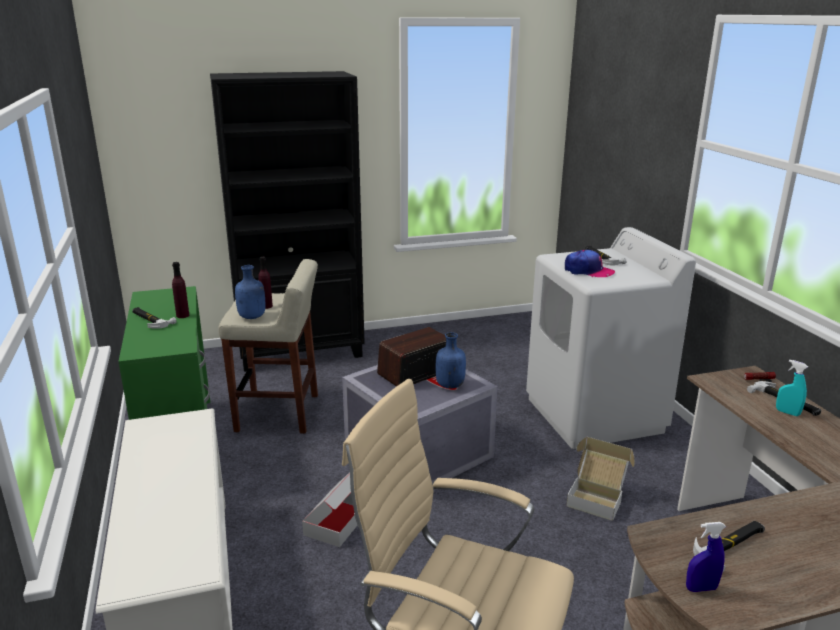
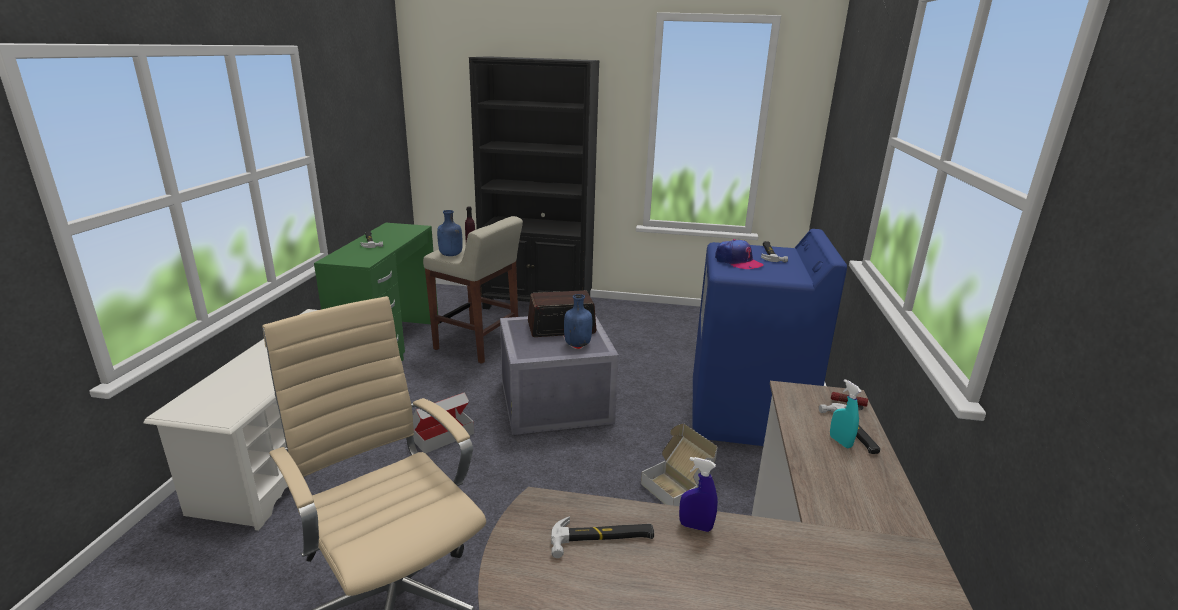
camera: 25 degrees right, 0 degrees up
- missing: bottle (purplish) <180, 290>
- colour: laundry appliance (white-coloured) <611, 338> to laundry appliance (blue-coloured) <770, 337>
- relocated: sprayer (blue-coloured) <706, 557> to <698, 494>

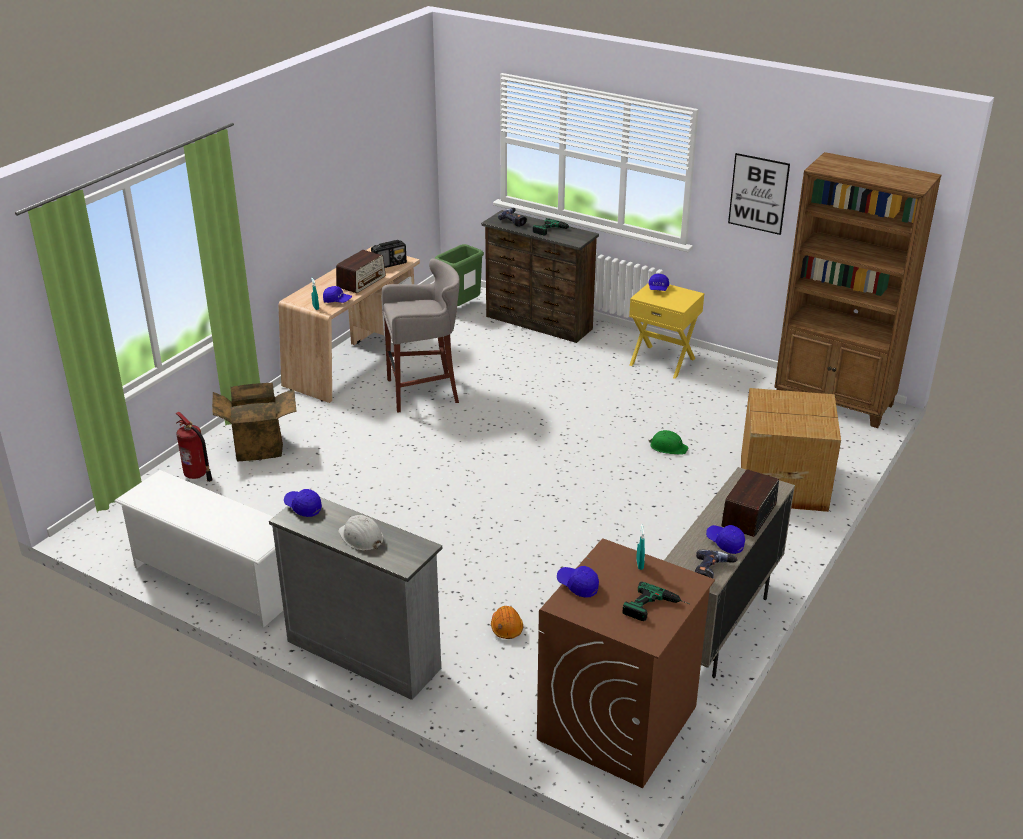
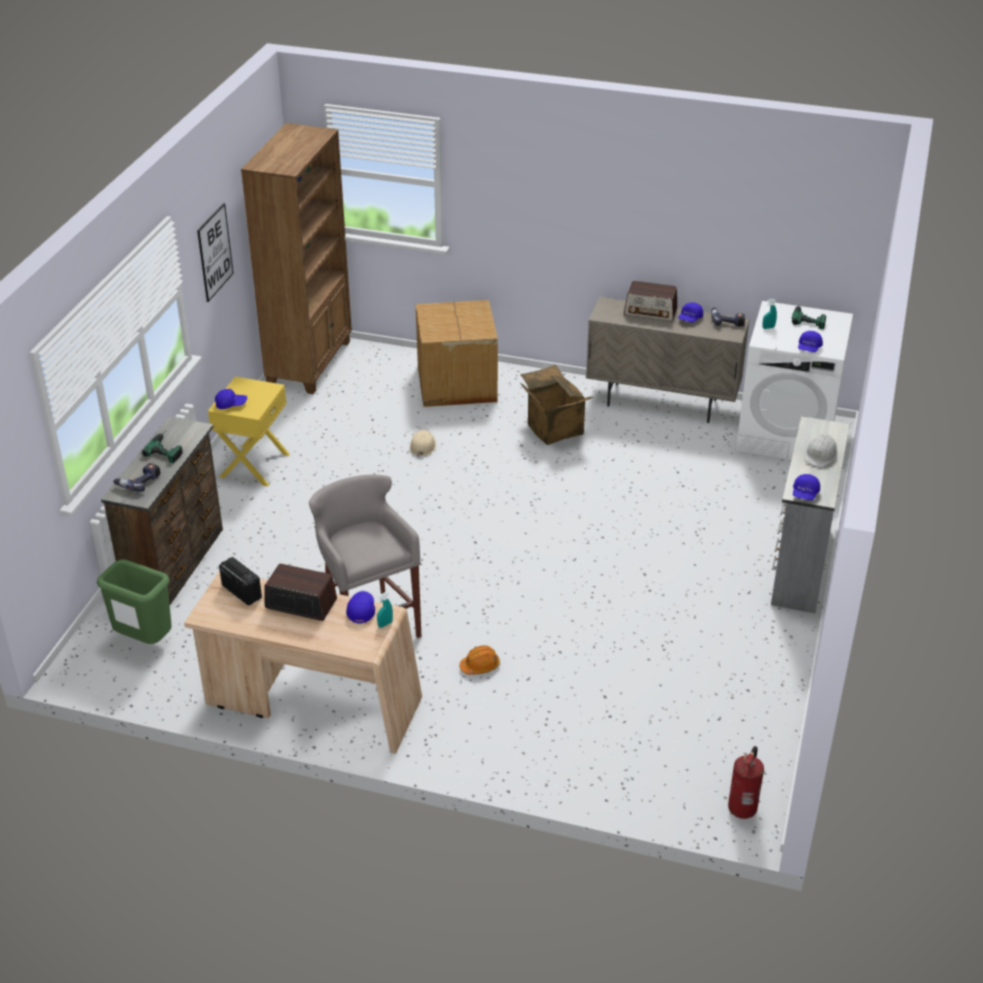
camera: 105 degrees left, 5 degrees up
- missing: shoe shelf (white-coloured) <198, 549>
- relocated: extinguisher <194, 447> to <746, 782>
- relocated: cardboard box <254, 422> to <556, 404>
- relocated: safety helmet (orangey) <507, 622> to <479, 660>
- colour: laundry appliance (brownish) <626, 663> to laundry appliance (white-coloured) <794, 380>
- colour: safety helmet (green-coloured) <668, 442> to safety helmet (sand-coloured) <423, 443>

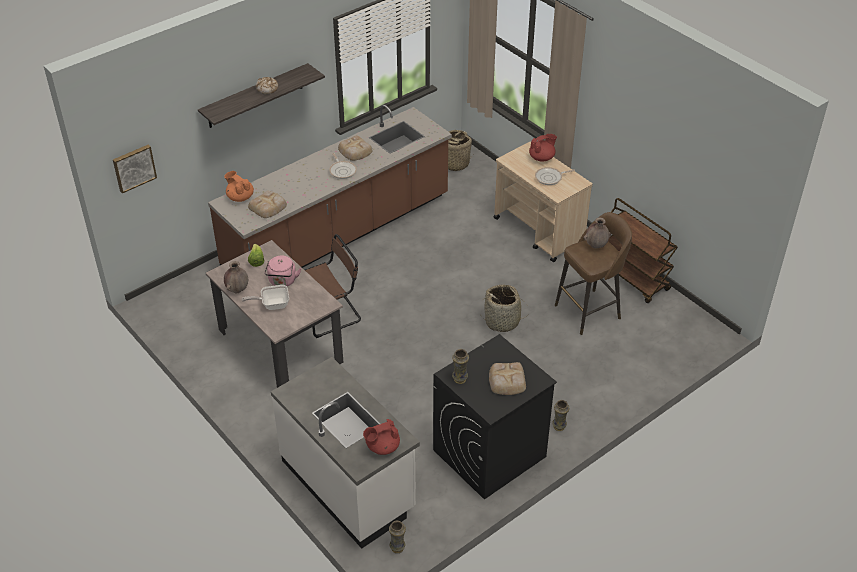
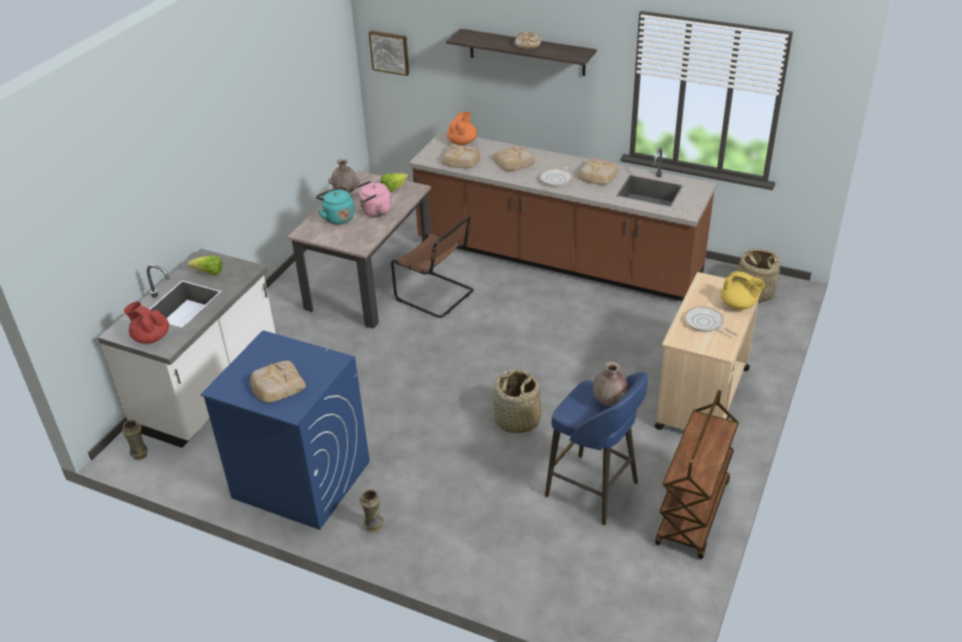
camera: 65 degrees right, 5 degrees down
- exchanged: pan <265, 297> to water kettle (turquoise-coloured) <335, 205>
- colour: laundry appliance (blackish) <495, 417> to laundry appliance (blue-coloured) <285, 430>
- missing: flower vase <460, 366>
- colour: tea pot (red) <543, 148> to tea pot (yellow) <743, 290>
- colour: stool seat (brownish) <593, 273> to stool seat (blue-coloured) <596, 448>
- appeared: head of lettuce <204, 265>
- appeared: bread <514, 158>

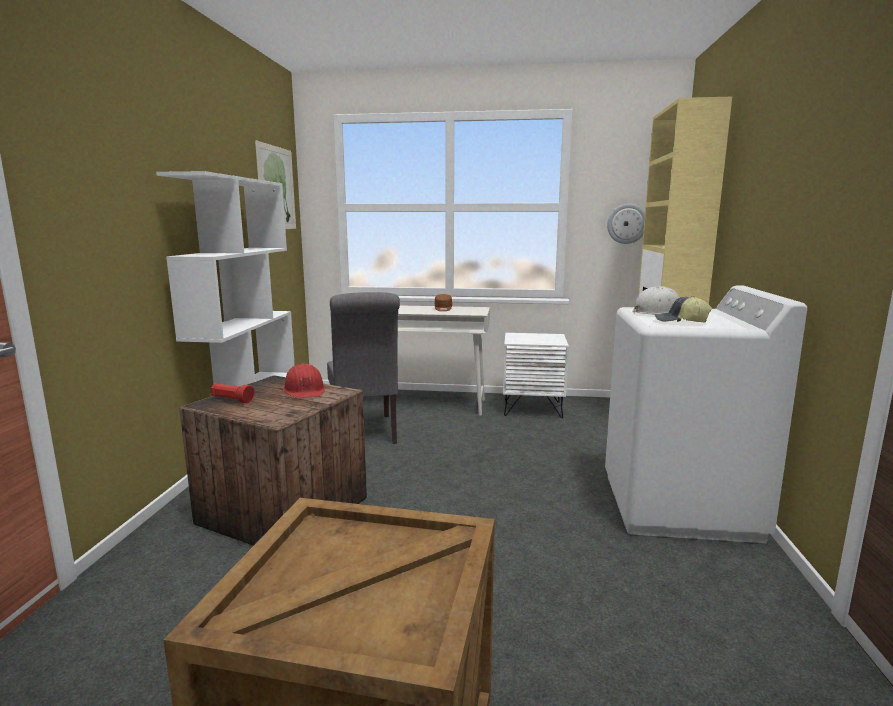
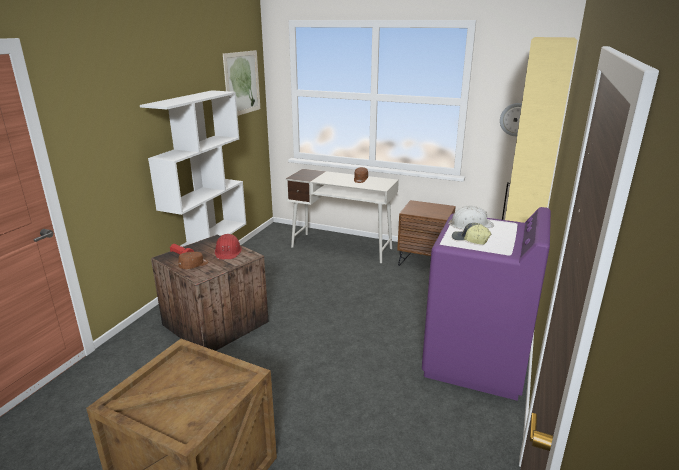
camera: 15 degrees right, 10 degrees up
- missing: upright chair (gray) <363, 368>
- colour: bedside table (white-coloured) <536, 375> to bedside table (brownish) <426, 233>
- colour: laundry appliance (white-coloured) <706, 414> to laundry appliance (purplish) <486, 304>
- appeared: cap (brownish) <193, 260>

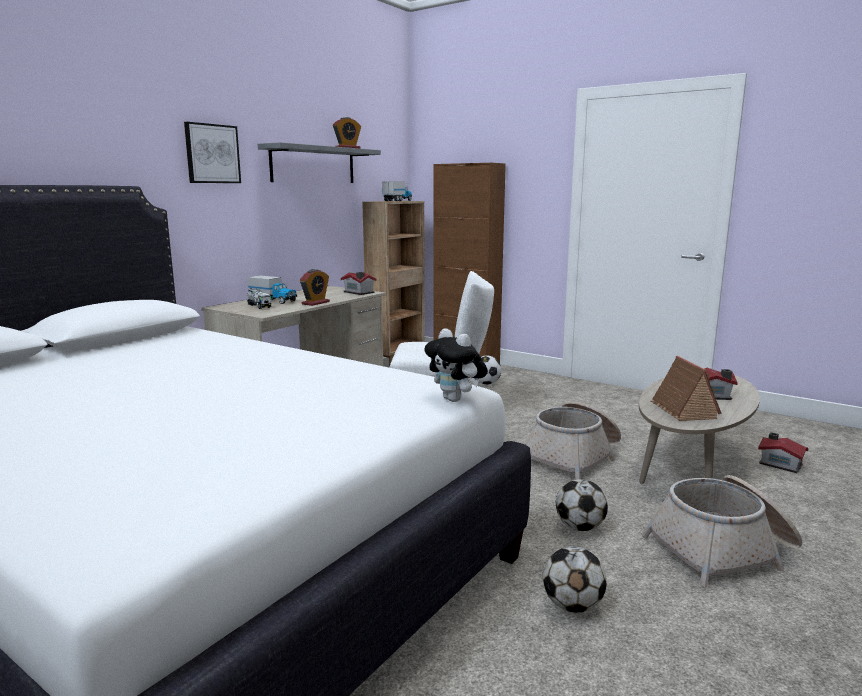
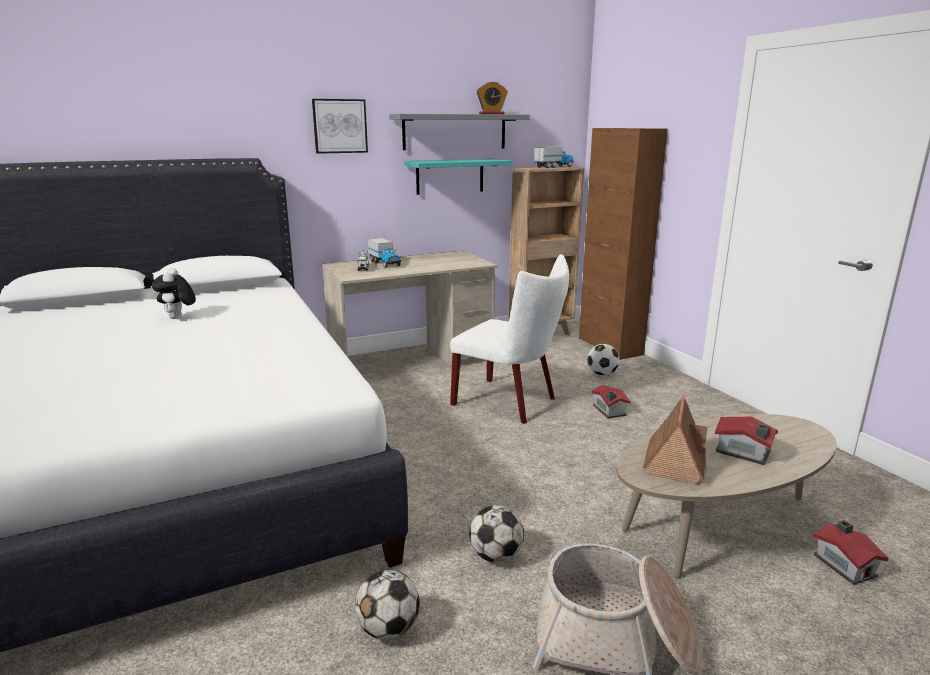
camera: 30 degrees right, 5 degrees up
- missing: table clock <315, 287>
- relocated: toy house <359, 283> to <611, 401>
- relocated: soft toy <456, 365> to <174, 293>
- missing: storage basket <573, 441>
- appeared: shelf (turquoise-coloured) <458, 177>

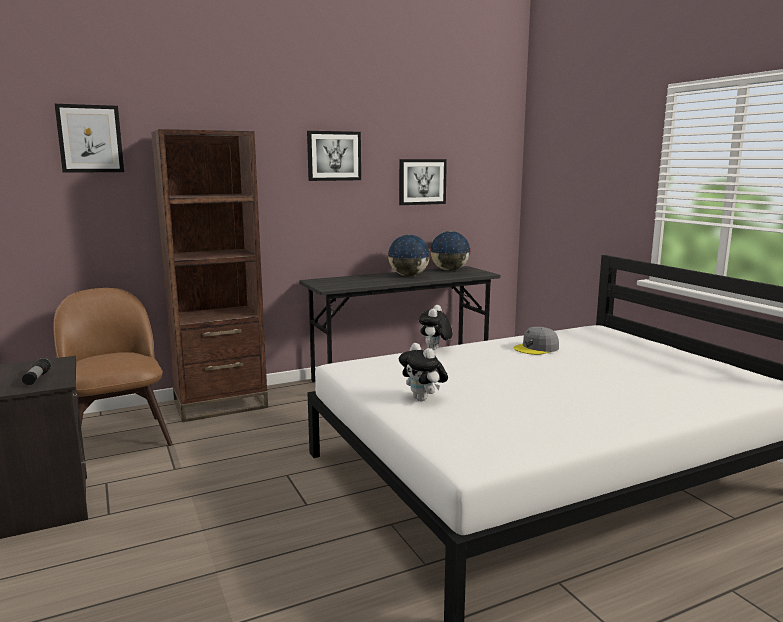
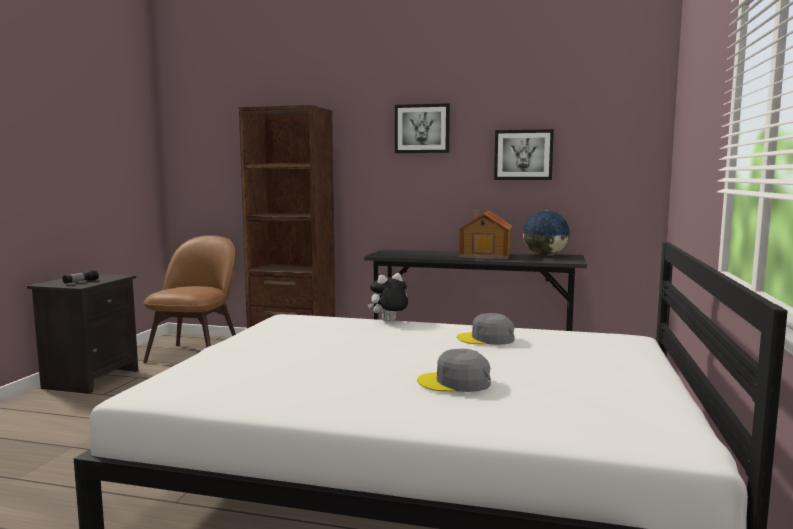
camera: 40 degrees right, 5 degrees down
- missing: picture <89, 138>
- exchanged: globe <409, 256> to toy house <485, 234>
- missing: soft toy <423, 372>
- appeared: cap (gray) <454, 370>

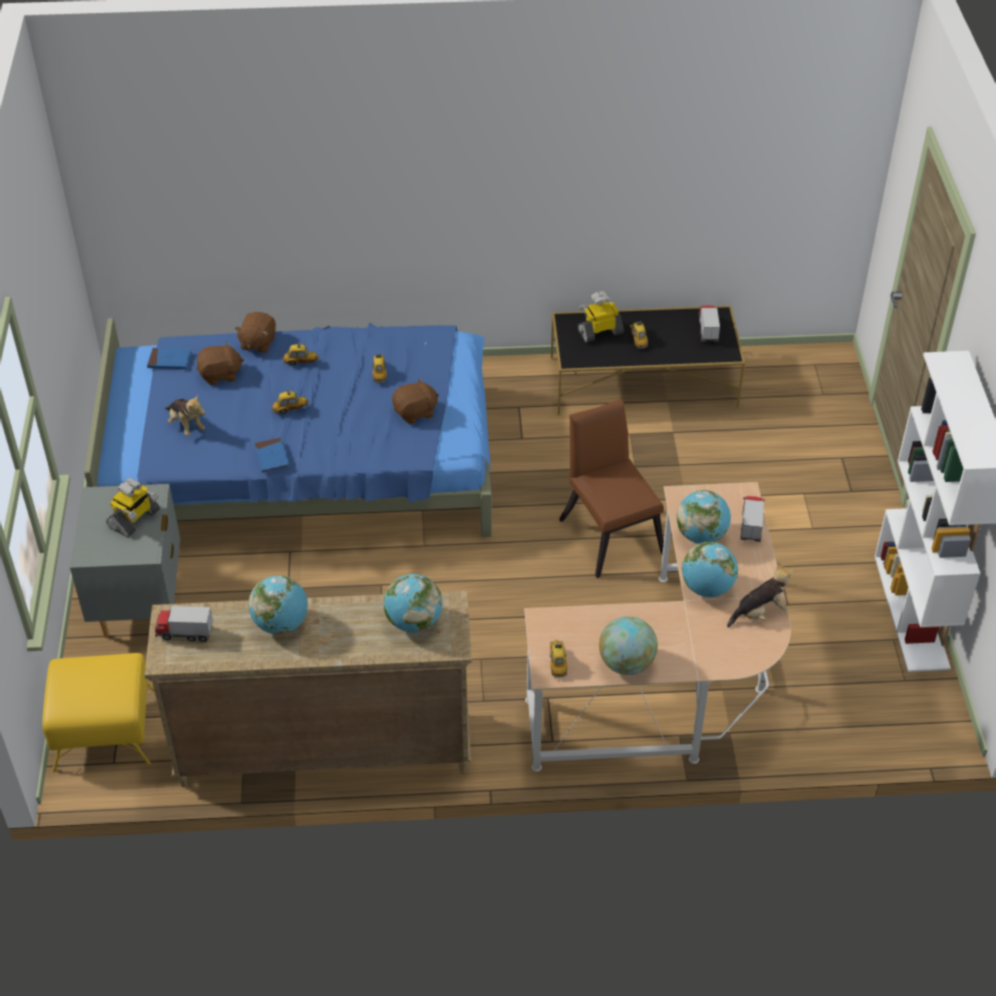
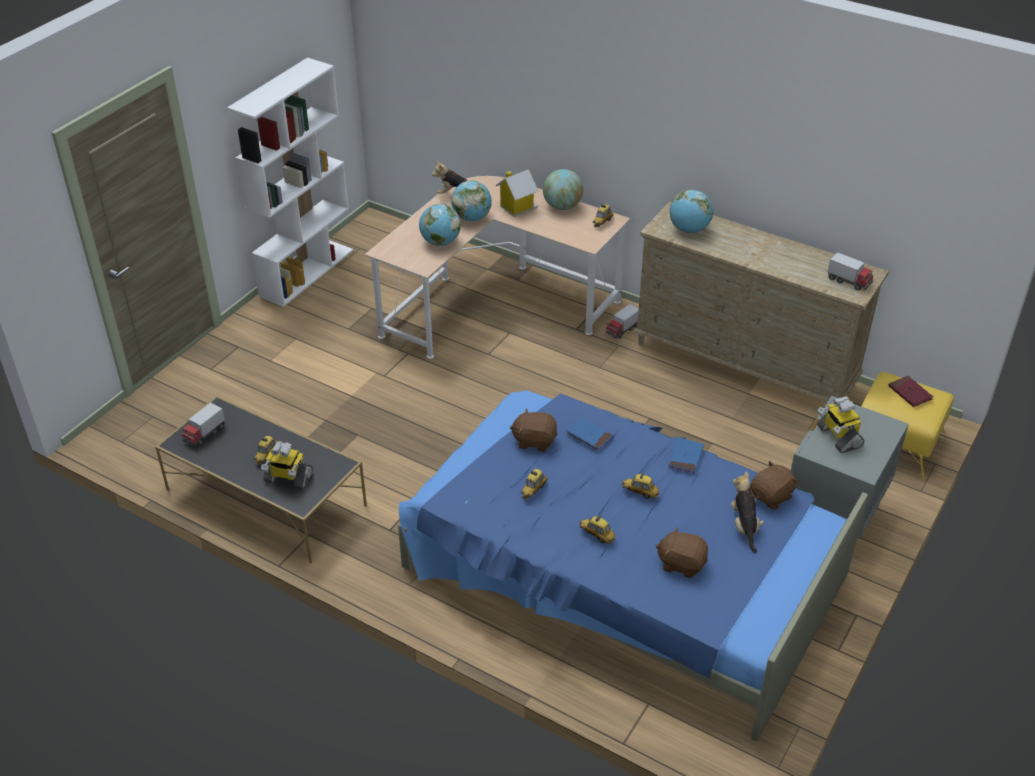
camera: 145 degrees left, 5 degrees down
- spun: model robot <133, 508> = <840, 424> 90 degrees counterclockwise
- relocated: bound book (blue-coloured) <169, 358> to <590, 435>
- relocated: soft toy (brownish) <255, 332> to <774, 485>
- missing: globe <278, 605>
- missing: upright chair (brownish) <611, 488>
- relocated: toy lorry <752, 519> to <622, 321>
- appeared: toy house <517, 193>
- appeared: bound book (red) <910, 391>

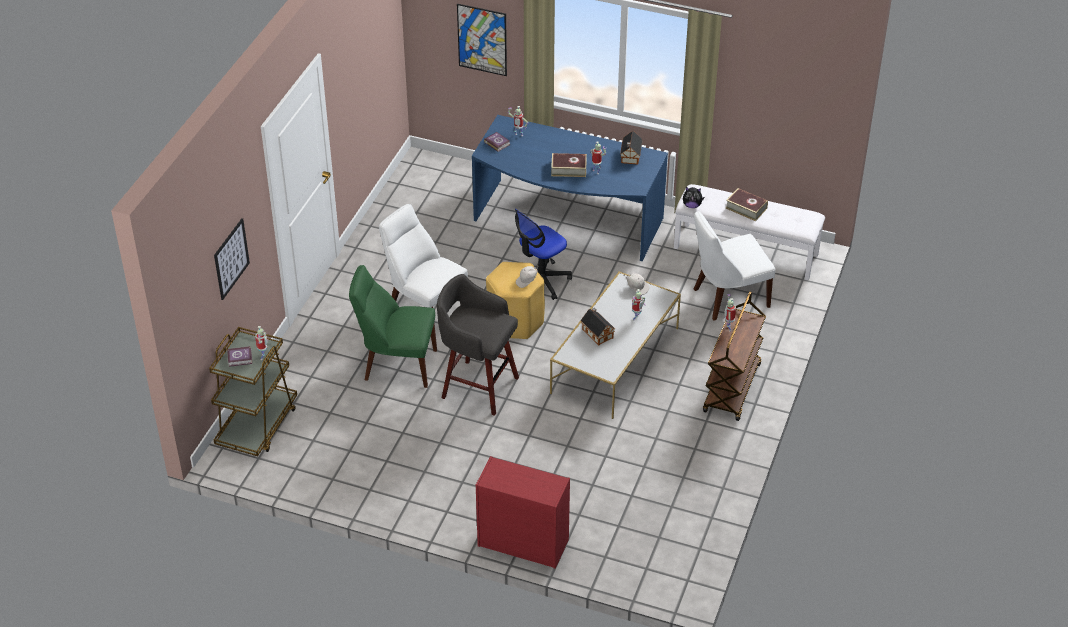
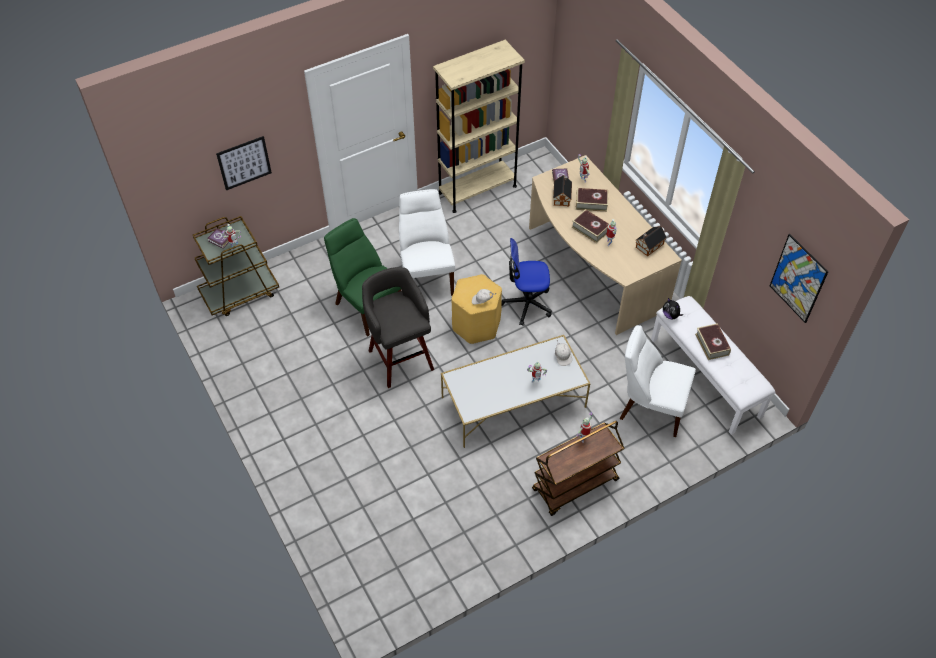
camera: 40 degrees right, 10 degrees up
- relocated: picture <482, 40> to <799, 278>
- colour: desk unit (blue-coloured) <570, 188> to desk unit (sand-coloured) <605, 245>
- missing: chest of drawers (red) <523, 512>
- relocated: toy house <597, 326> to <562, 191>
- appeared: shelving unit (sand-coloured) <479, 126>
- appeared: bound book <592, 200>

